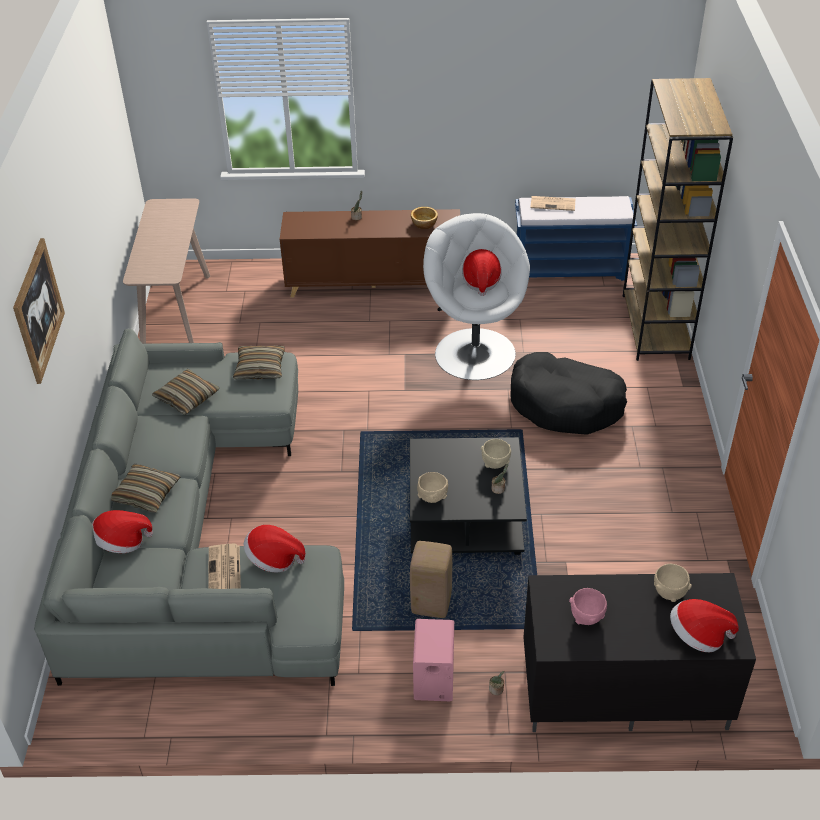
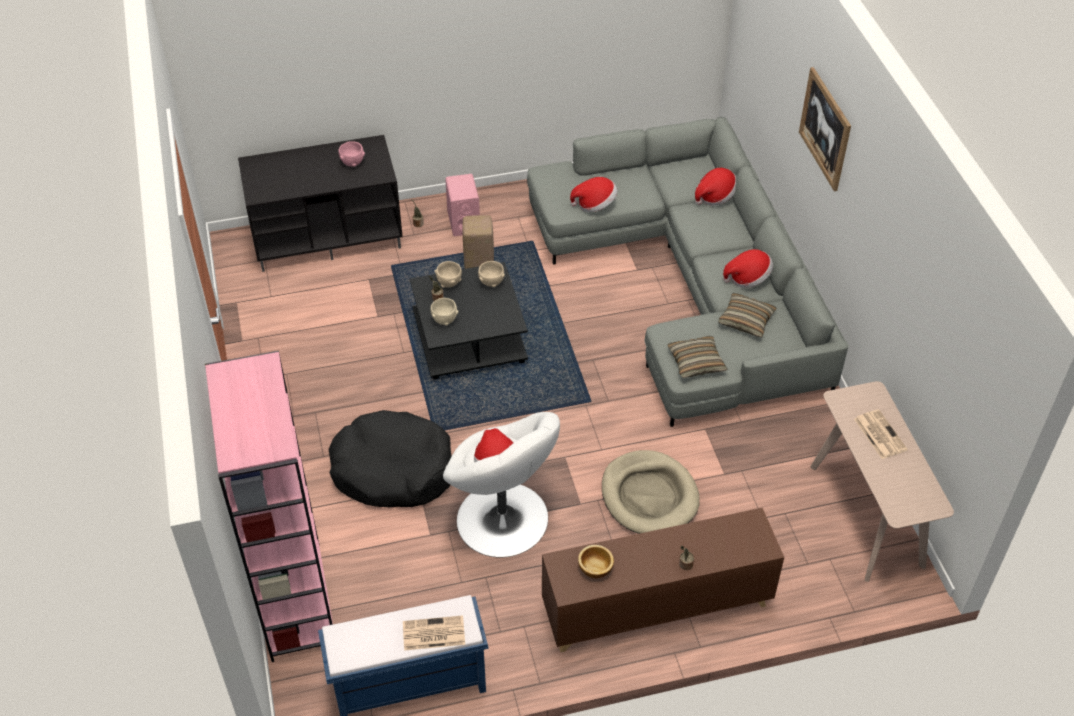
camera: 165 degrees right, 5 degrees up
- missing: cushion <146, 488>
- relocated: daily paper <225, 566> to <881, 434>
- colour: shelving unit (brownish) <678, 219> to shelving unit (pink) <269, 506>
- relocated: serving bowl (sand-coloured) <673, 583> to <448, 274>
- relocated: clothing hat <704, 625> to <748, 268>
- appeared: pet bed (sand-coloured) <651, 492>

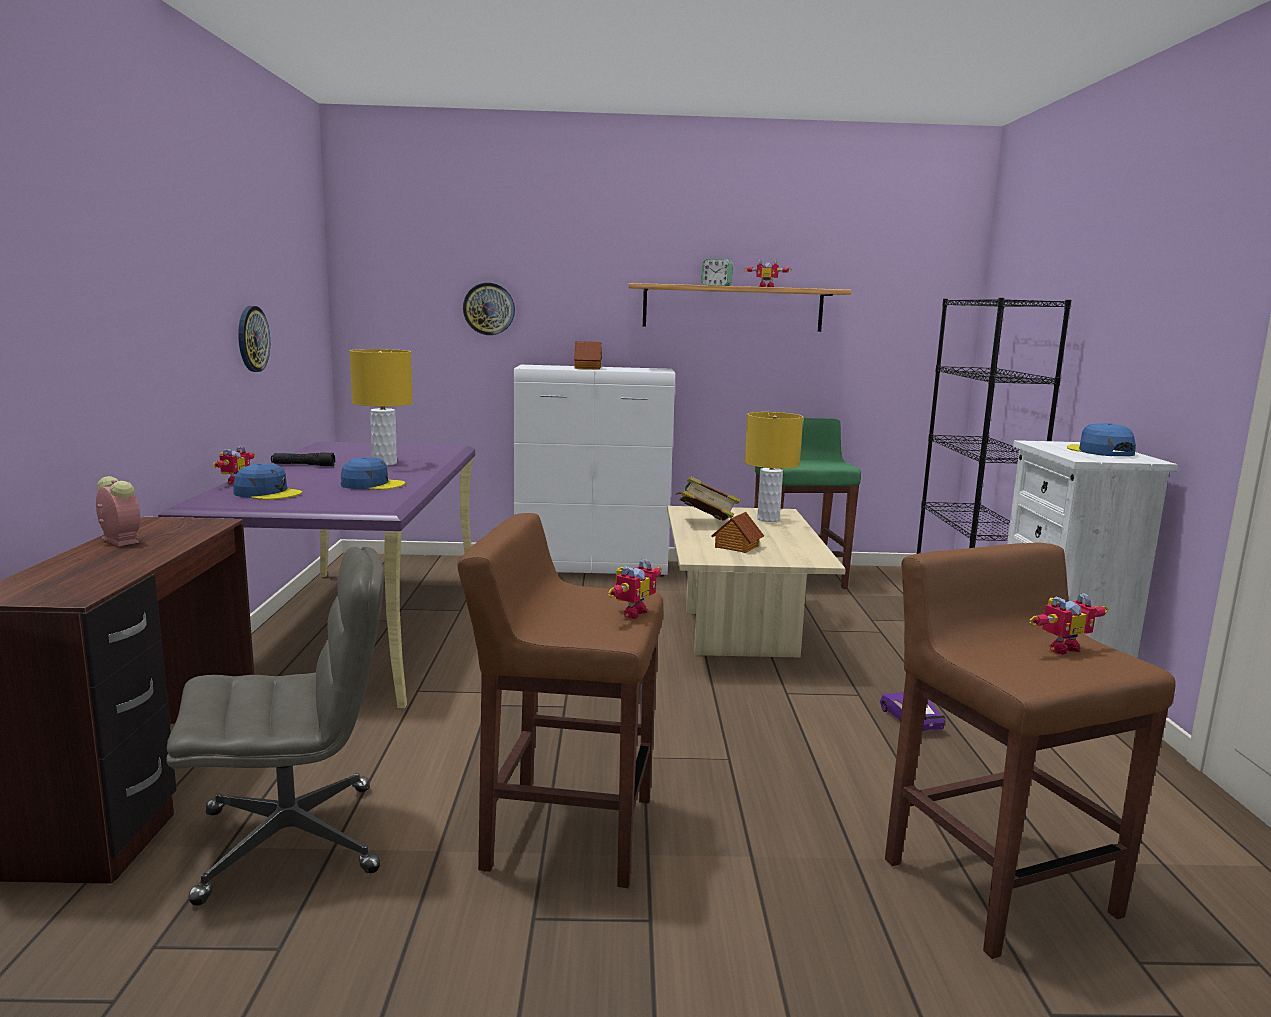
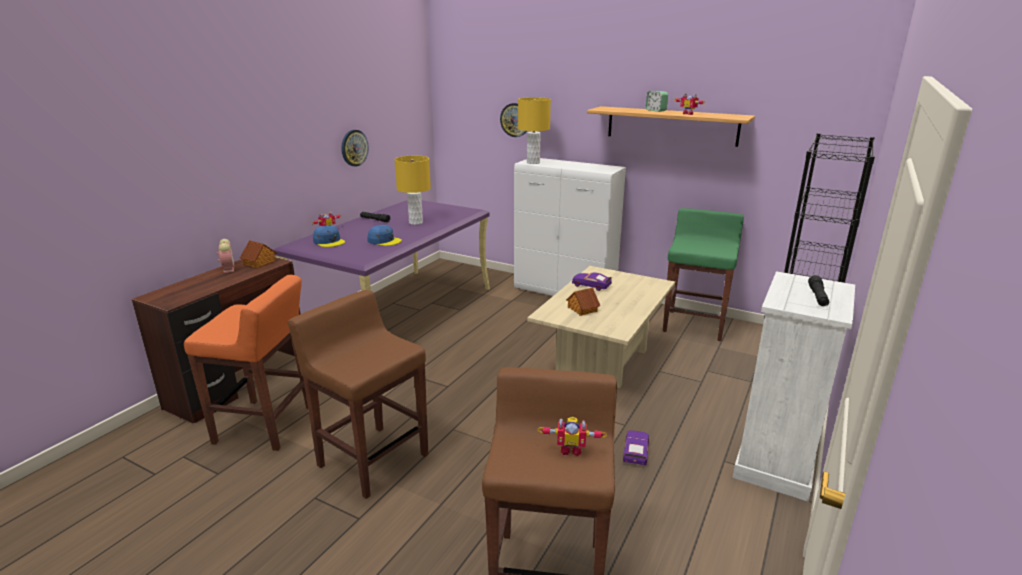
camera: 30 degrees right, 10 degrees up
- exchanged: office chair (gray) <275, 726> to stool seat (orangey) <246, 363>
- relocated: toy house <588, 355> to <259, 254>
- missing: model robot <635, 589>
- exchanged: bound book <708, 498> to model car (purplish) <592, 281>
- relocated: table lamp (yellow) <774, 467> to <534, 130>
- exchanged: cap (blue-coloured) <1101, 439> to torch (blackish) <818, 290>

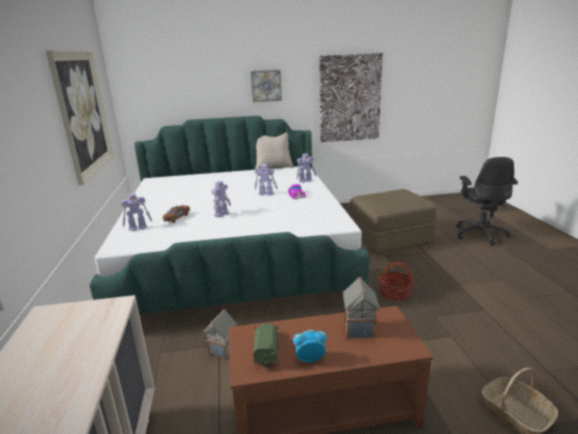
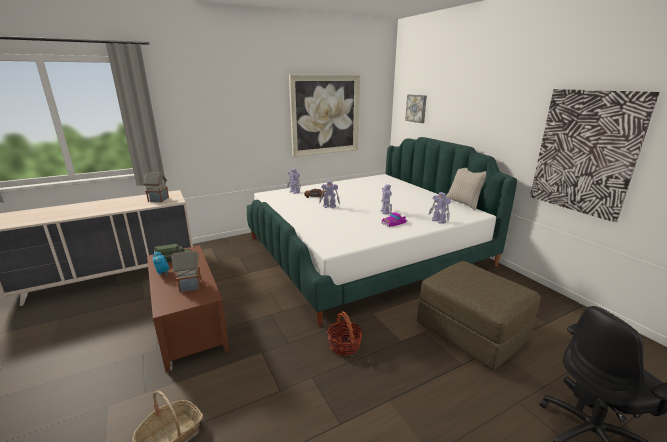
camera: 70 degrees right, 0 degrees up
- relocated: toy house <220, 334> to <156, 187>
- relocated: picture <266, 86> to <416, 108>

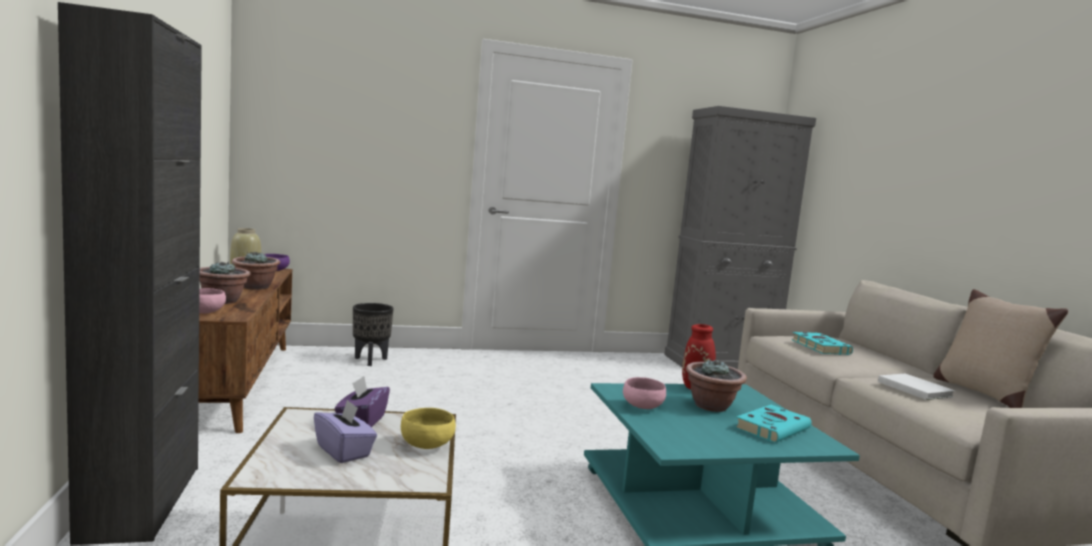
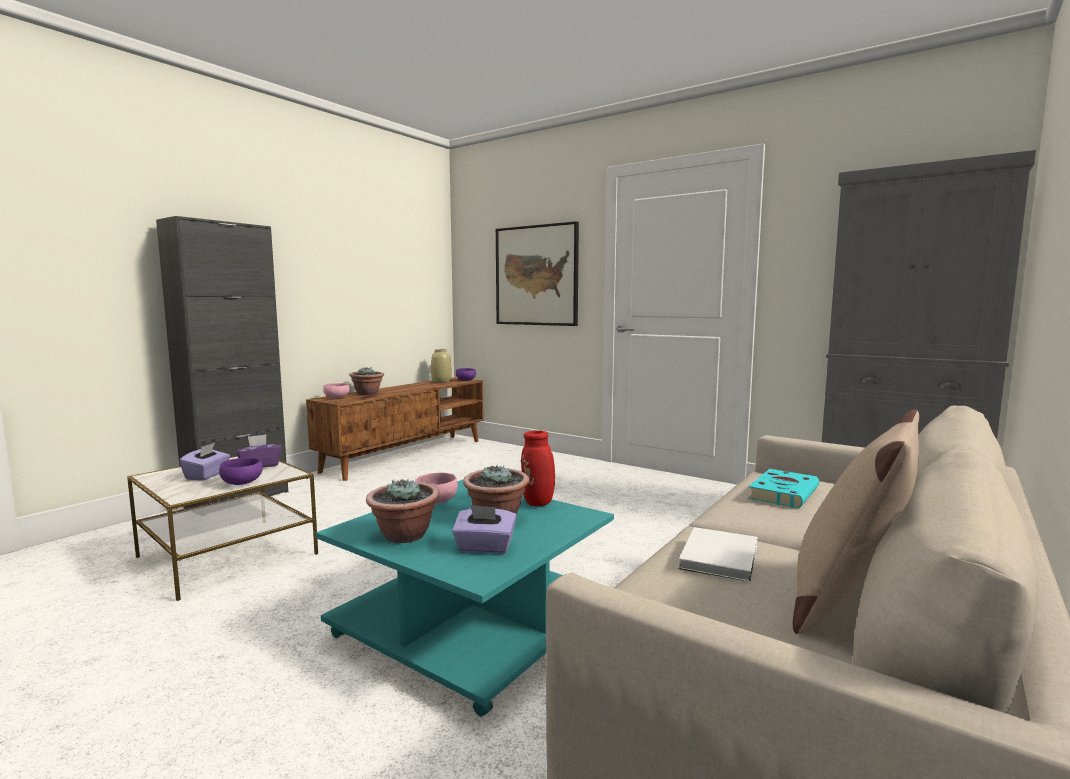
camera: 50 degrees right, 0 degrees up
- relocated: plant in a pot <256, 270> to <402, 511>
- missing: planter (blackish) <373, 334>
- colour: serving bowl (yellow) <428, 428> to serving bowl (purplish) <241, 471>
- exchanged: bound book (turquoise-coloured) <773, 424> to box of tissues (purplish) <484, 529>
- appeared: picture <537, 273>

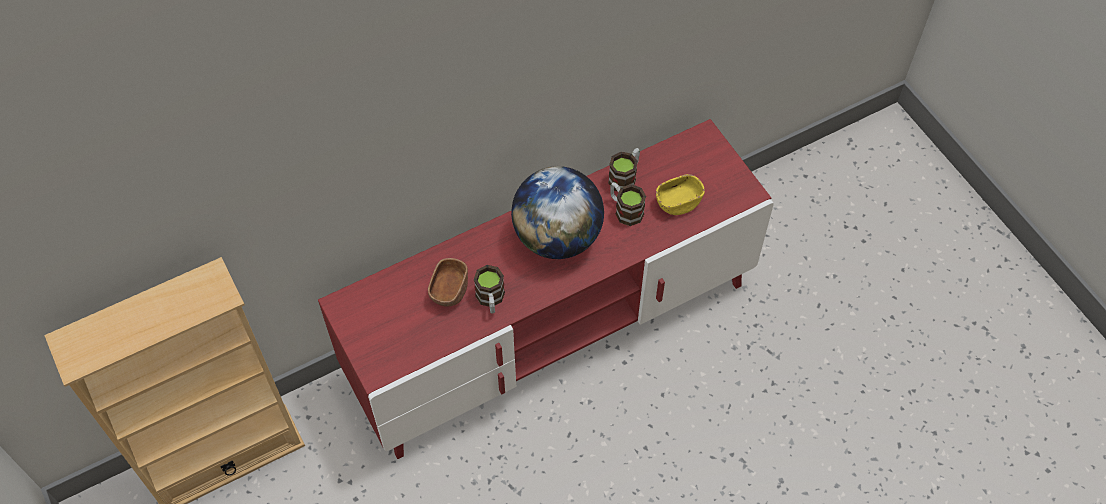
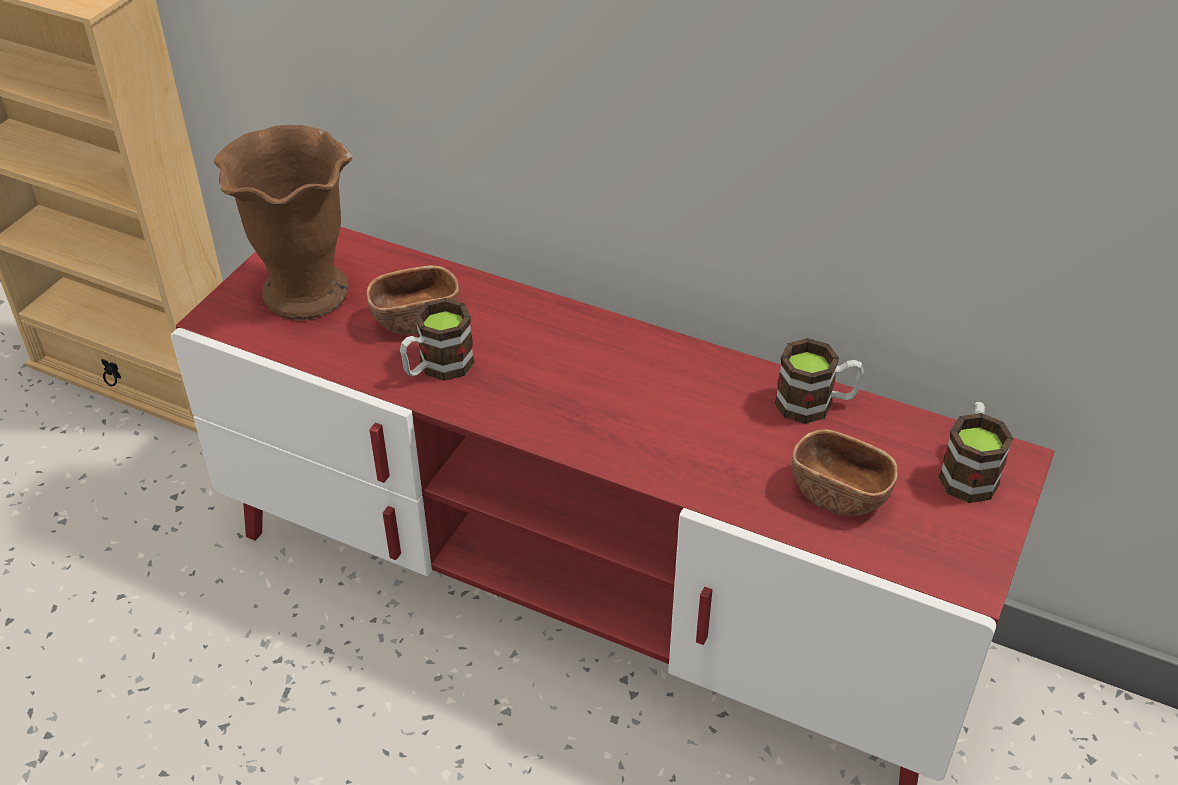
camera: 55 degrees right, 15 degrees down
- missing: globe <557, 212>
- relocated: mug <628, 204> to <976, 452>
- colour: serving bowl (yellow) <680, 194> to serving bowl (brownish) <845, 472>
- appeared: flower vase (brownish) <283, 222>

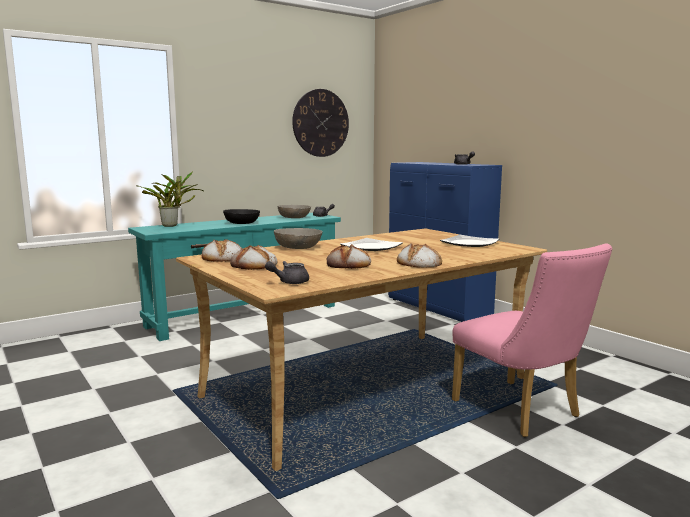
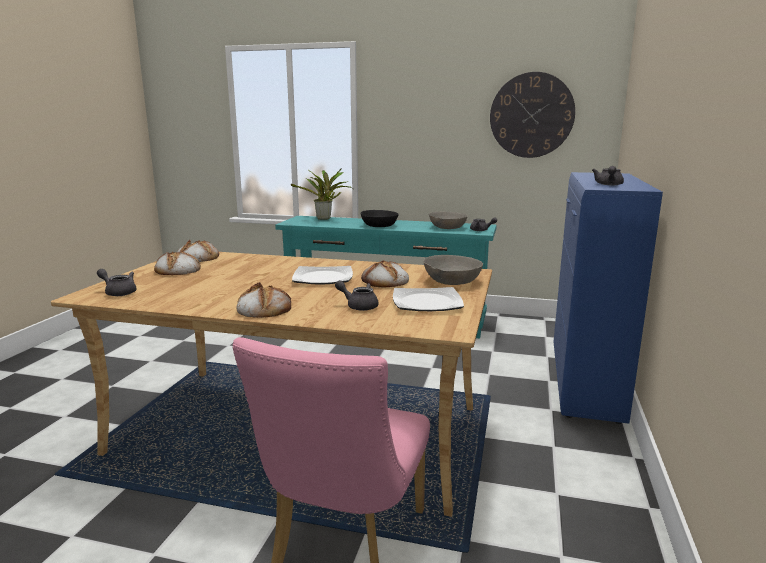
camera: 50 degrees right, 5 degrees up
- relocated: serving bowl (gray) <298, 238> to <453, 270>
- relocated: bread <348, 256> to <385, 273>
- appeared: tea pot (gray) <357, 295>

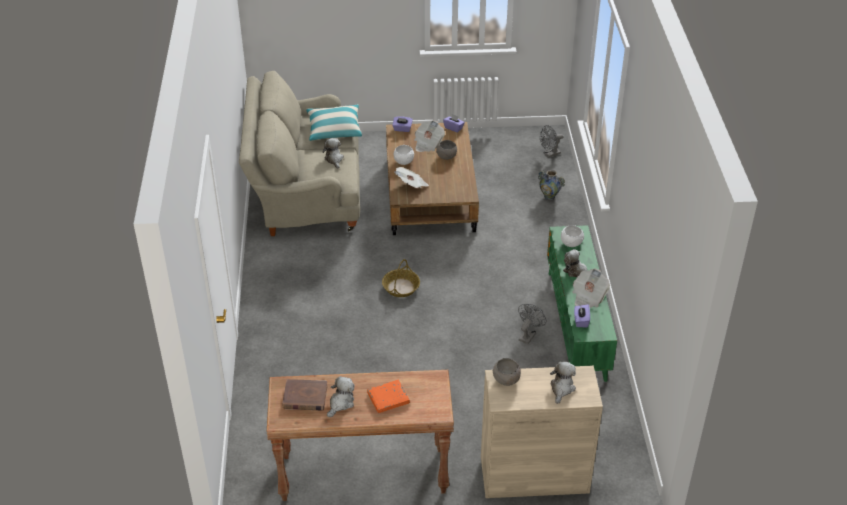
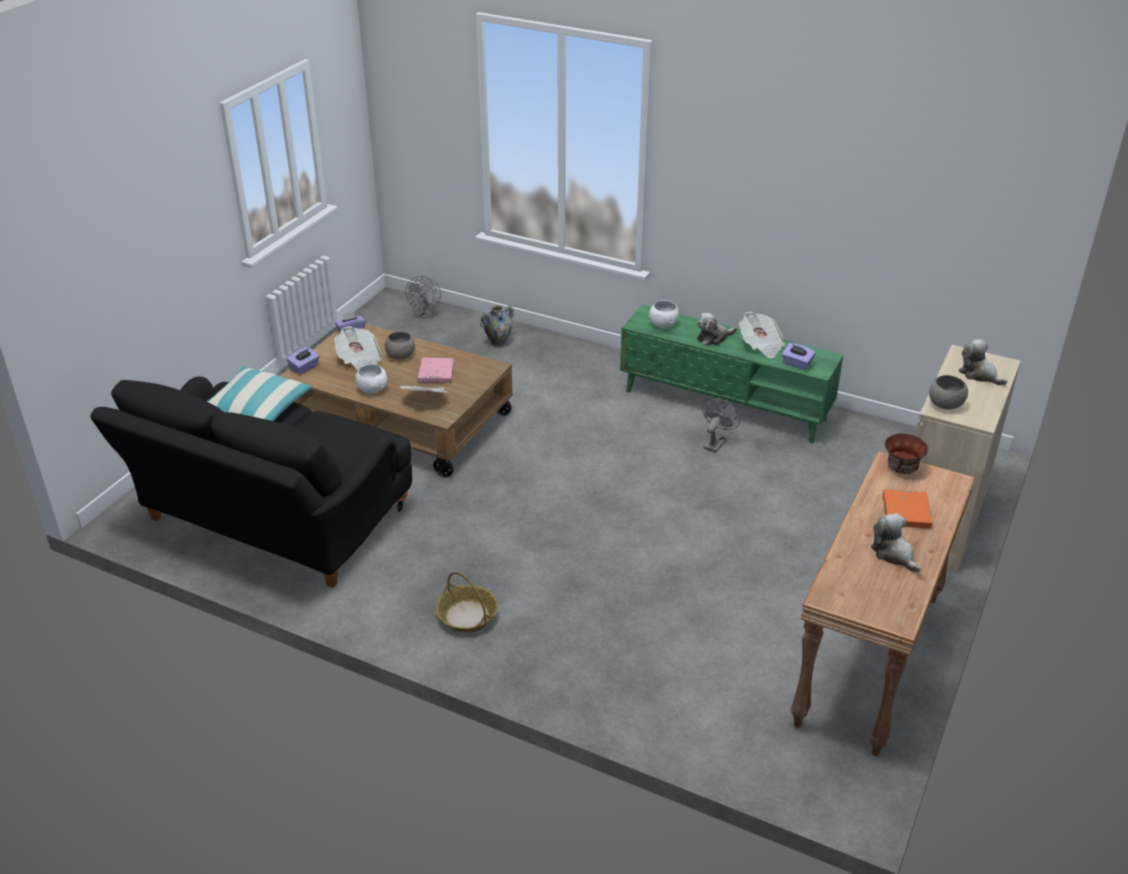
camera: 60 degrees left, 5 degrees down
- colour: settee (sand-coloured) <299, 153> to settee (blackish) <251, 482>
- missing: bound book (brownish) <305, 395>
- missing: soft toy <333, 153>
- relocated: storage basket <401, 278> to <467, 602>
- spun: electric fan (gray) <532, 324> = <721, 425> 60 degrees clockwise
- appeared: bound book (pink) <436, 370>
- appeared: serving bowl <906, 453>

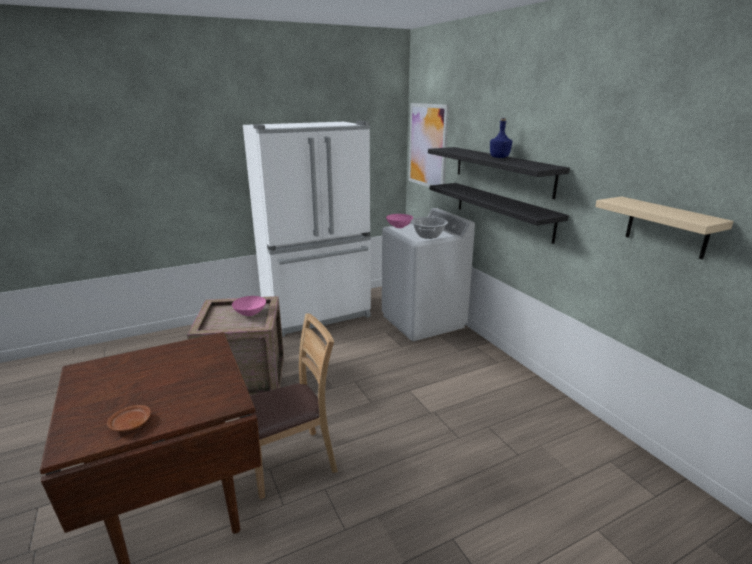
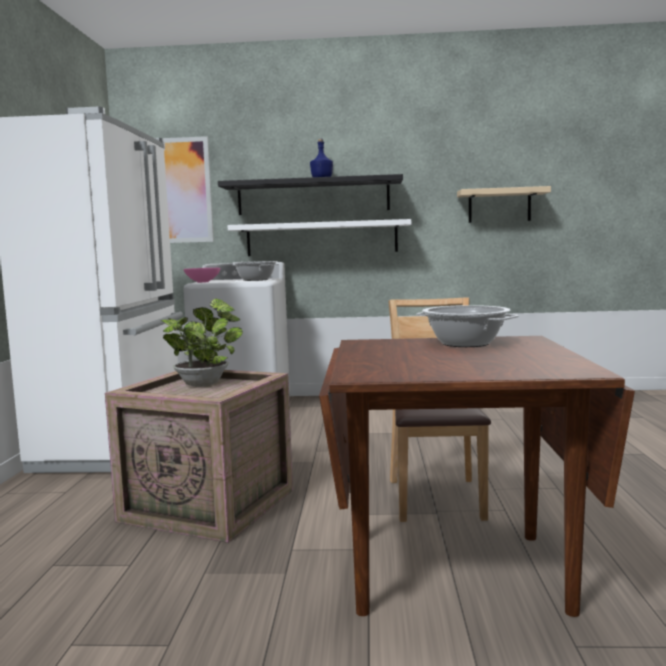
camera: 60 degrees left, 15 degrees down
- missing: flat dish (brownish) <129, 418>
- exchanged: serving bowl (pink) <249, 306> to plant in a pot <202, 343>
- colour: shelf (blackish) <499, 213> to shelf (white-coloured) <319, 237>
- appeared: saucepot <467, 326>

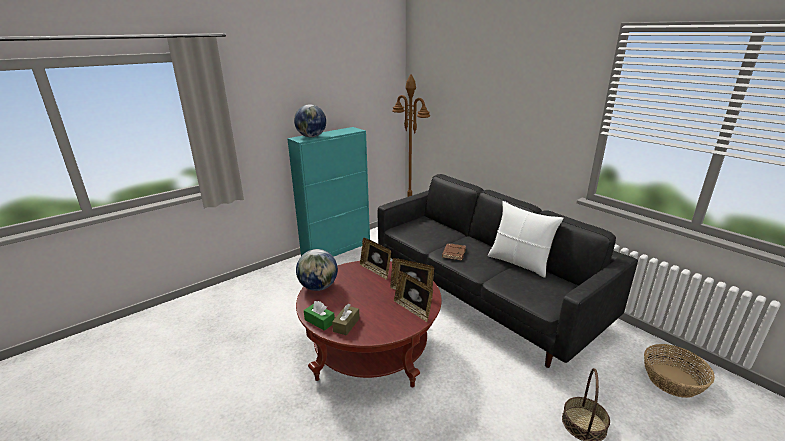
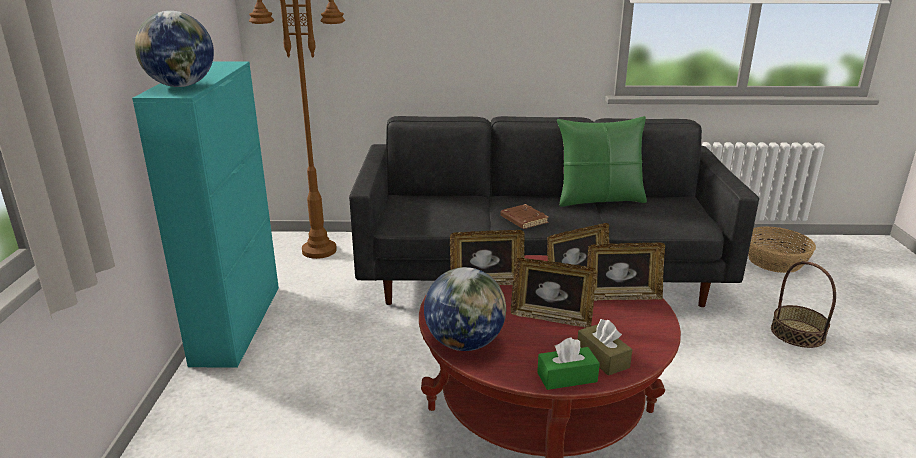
camera: 50 degrees left, 0 degrees up
- colour: cushion (white-coloured) <526, 239> to cushion (green-coloured) <602, 161>
- appeared: photo frame <554, 293>

